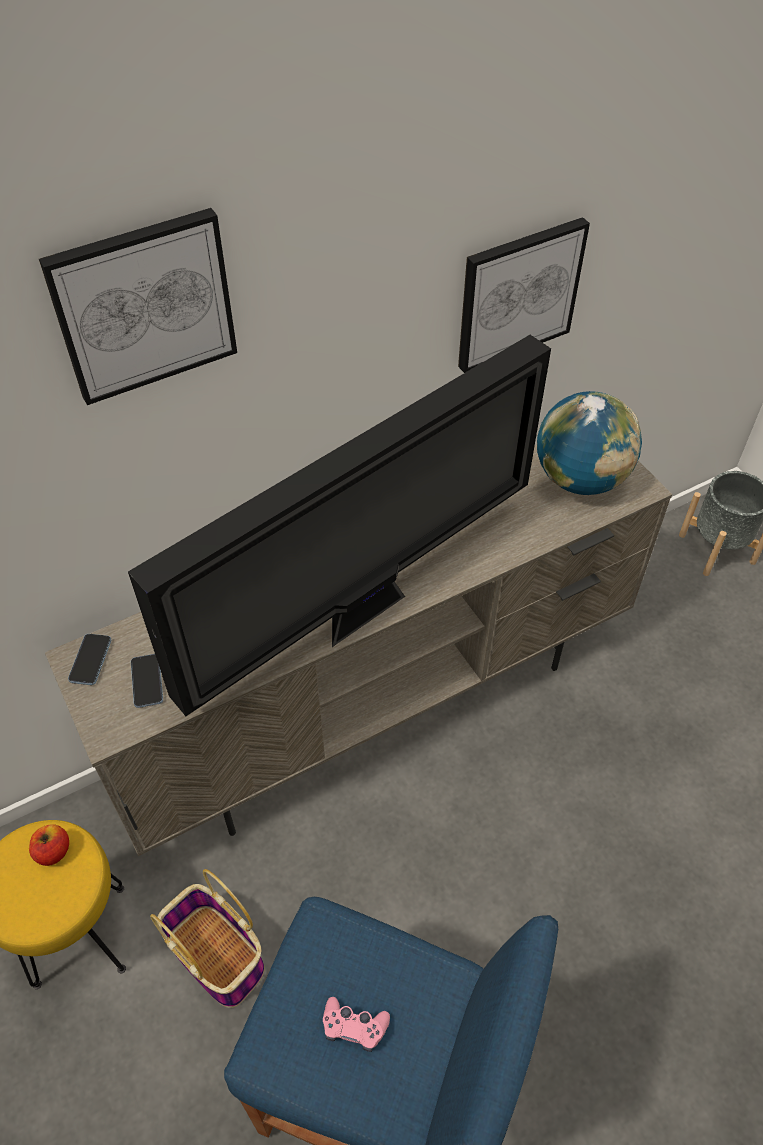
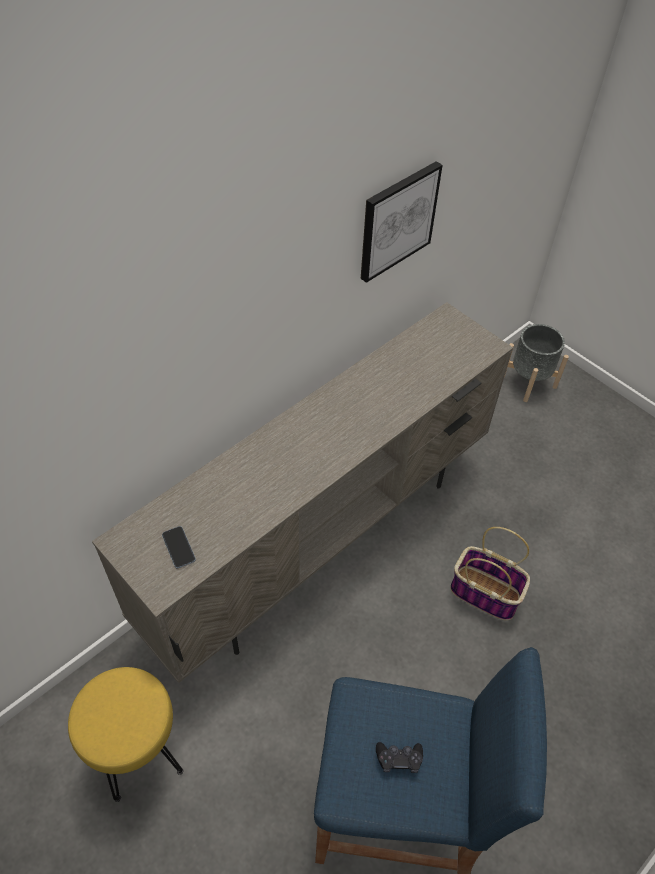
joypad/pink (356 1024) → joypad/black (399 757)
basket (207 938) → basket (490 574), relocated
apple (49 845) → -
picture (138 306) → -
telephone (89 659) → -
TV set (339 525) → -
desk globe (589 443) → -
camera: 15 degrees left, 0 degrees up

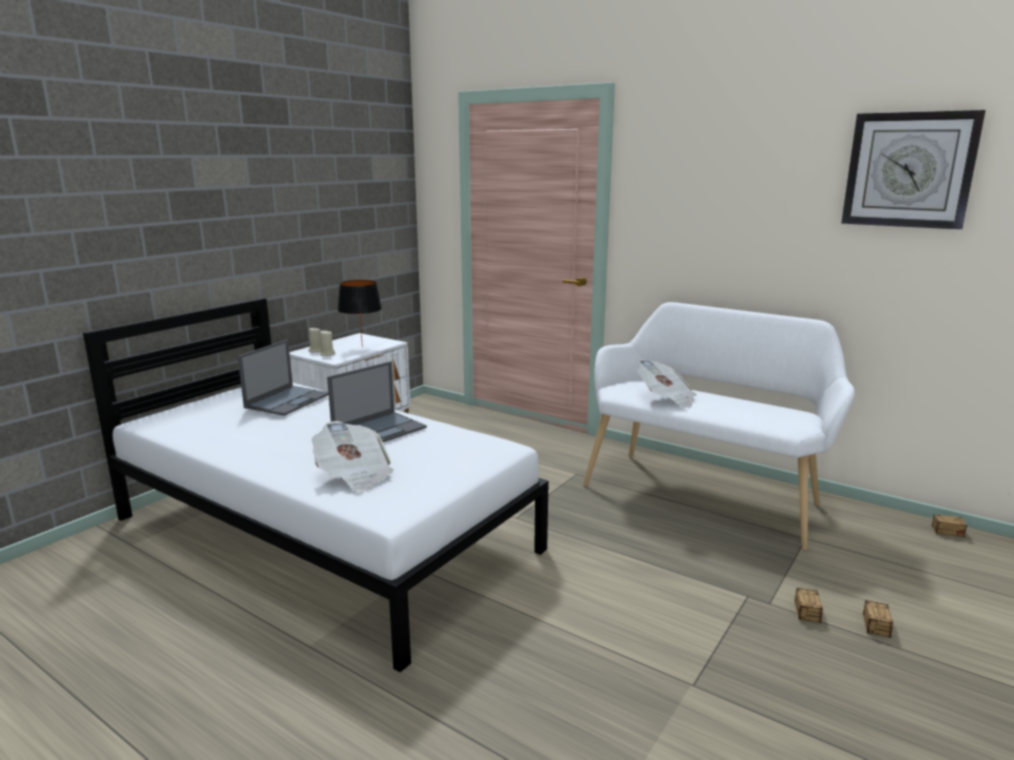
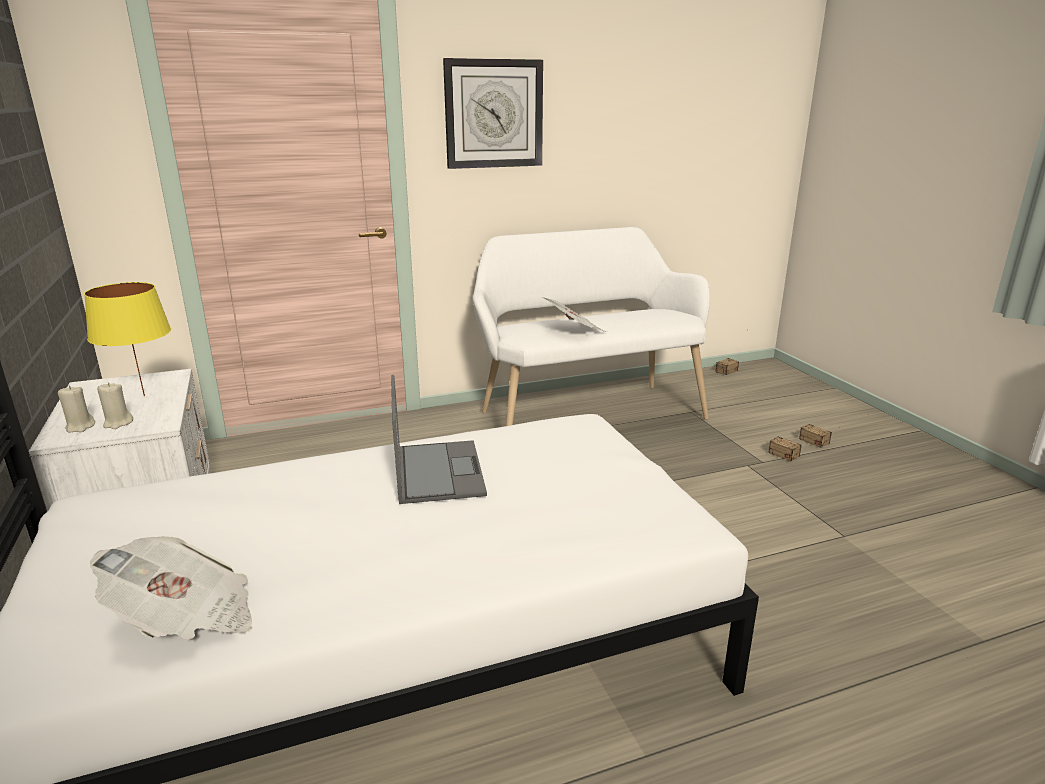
table lamp/black (360 313) → table lamp/yellowish (127 339)
daily paper (352 456) → daily paper (171 588), relocated
hanging clock (913 170) → hanging clock (493 113), relocated
portable computer (283 378) → -
camera: 55 degrees left, 5 degrees up

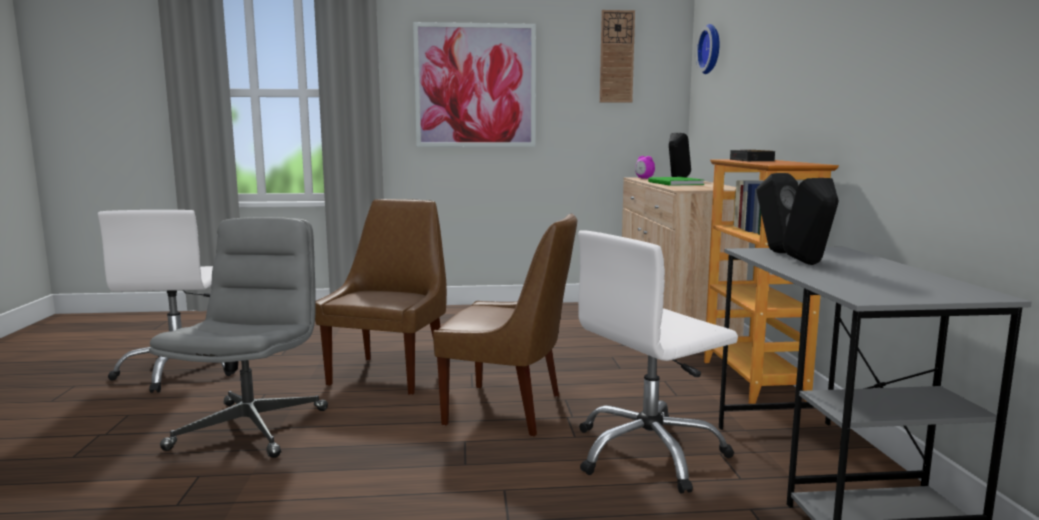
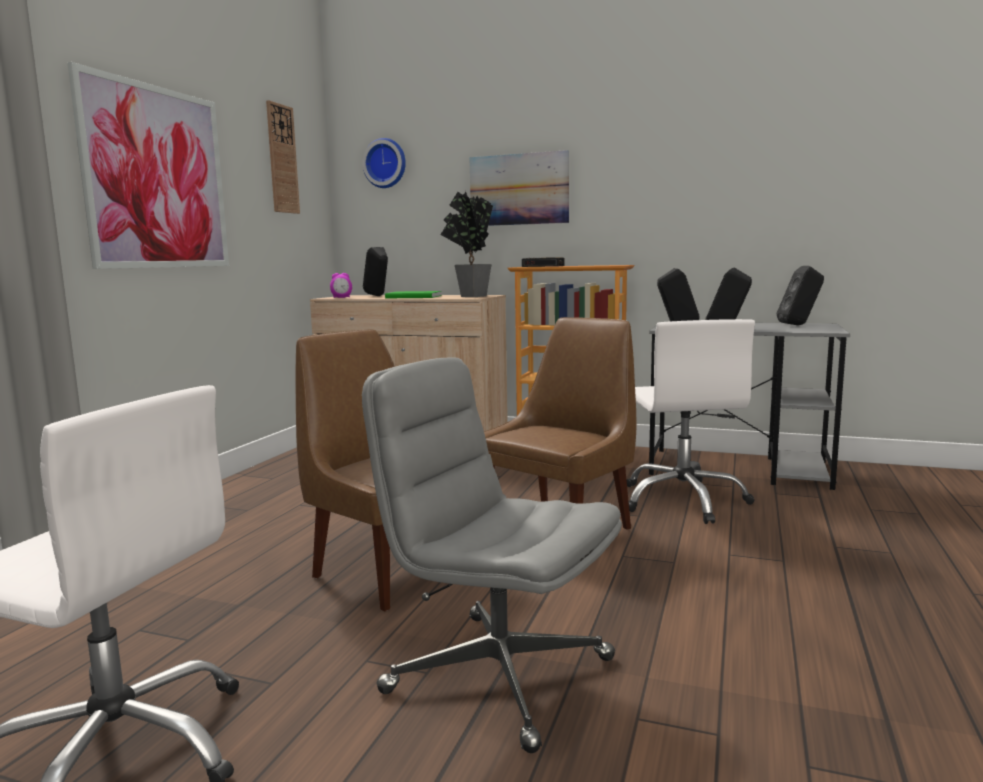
- → plant in a pot (466 244)
- → picture (519 188)
- → speaker/black (800 295)
camera: 65 degrees left, 0 degrees up

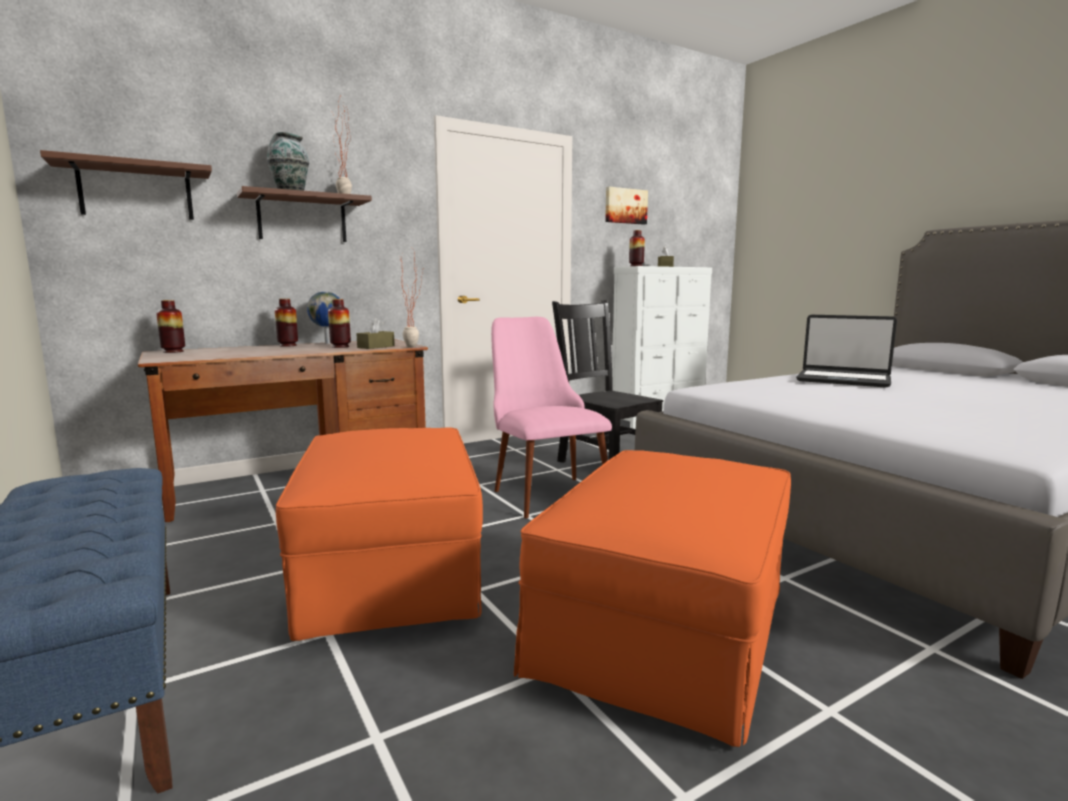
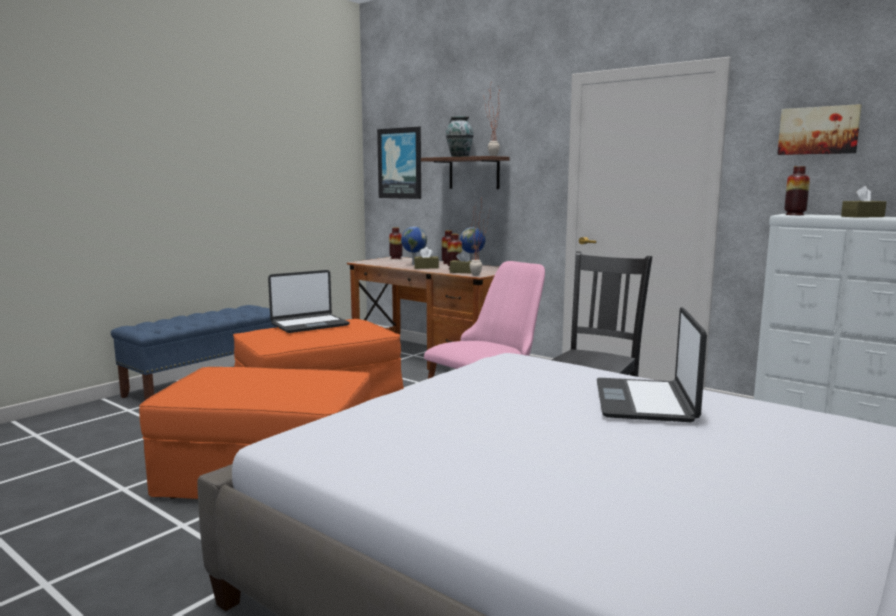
- → portable computer (309 301)
bracket shelf/brown (126 185) → picture (399 163)
- → desk globe (414 246)
- → box of tissues/brown (426 258)
camera: 70 degrees right, 0 degrees up

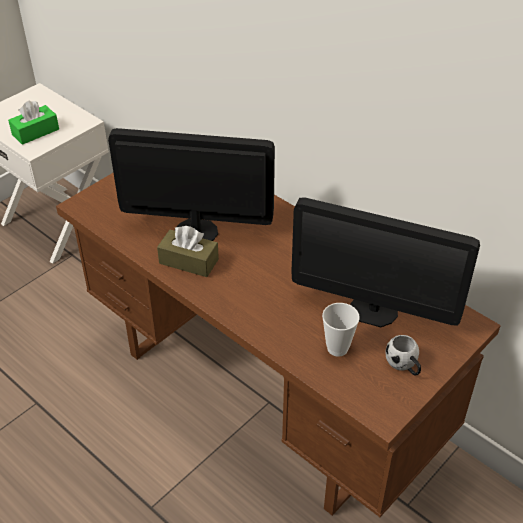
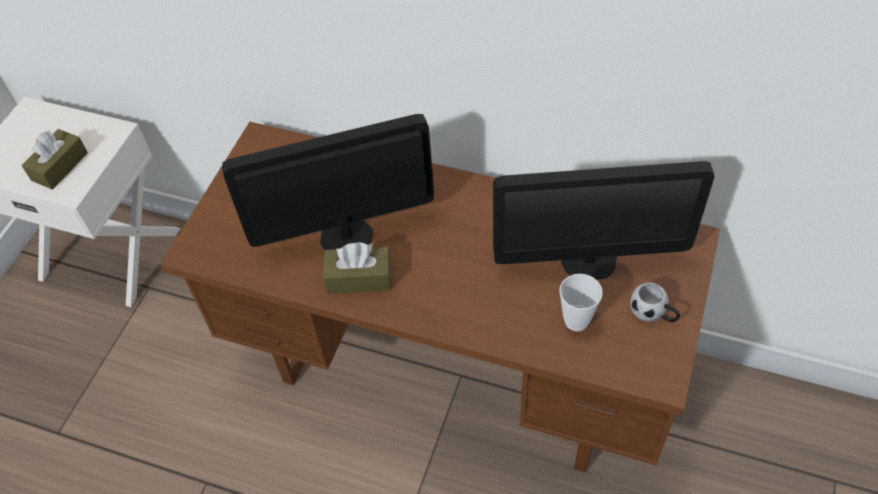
box of tissues/green (33 122) → box of tissues/brown (55 159)
camera: 20 degrees left, 10 degrees up

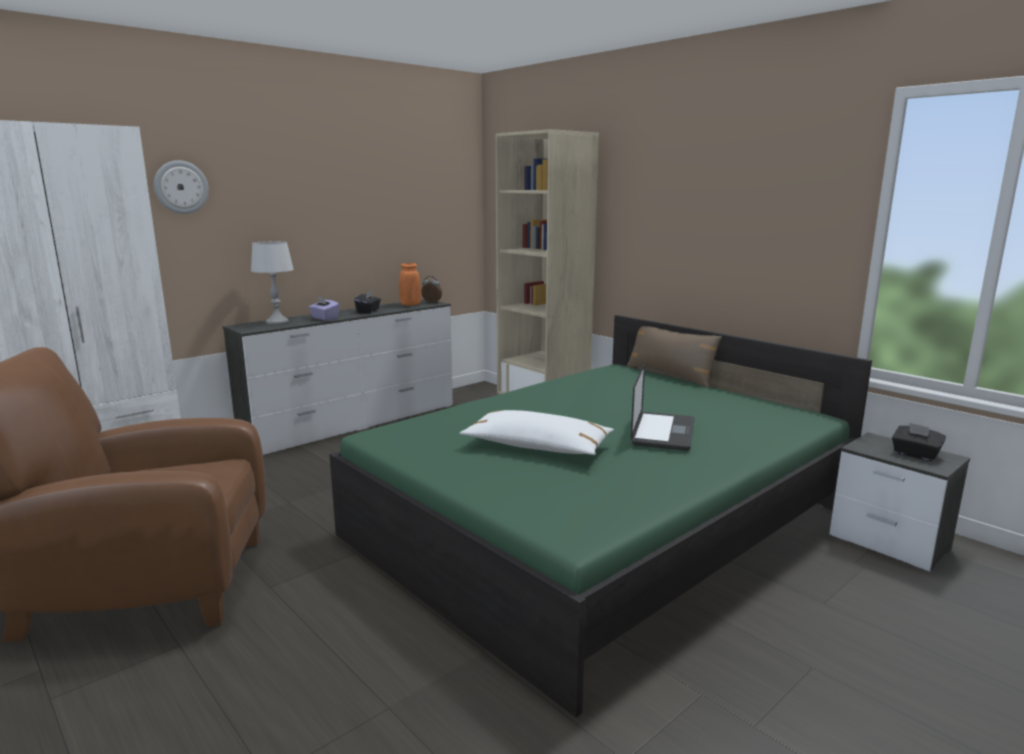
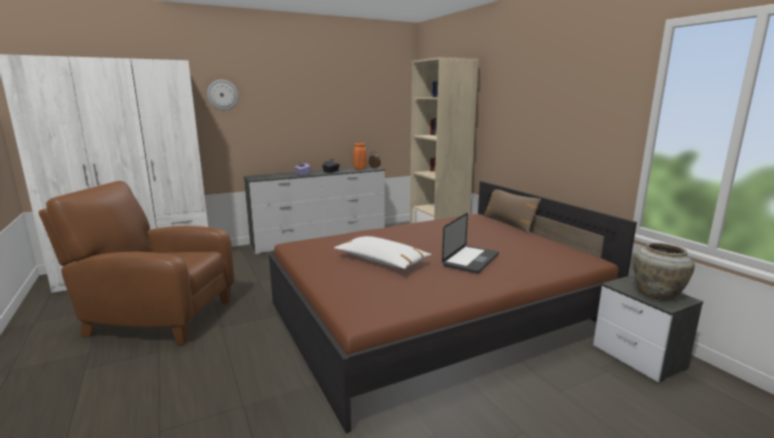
sleeping bed/green (600 516) → sleeping bed/brown (453 307)
box of tissues/black (919 441) → decorative vase/beige (664 271)
table lamp/grey (272 283) → -
camera: 15 degrees right, 0 degrees up

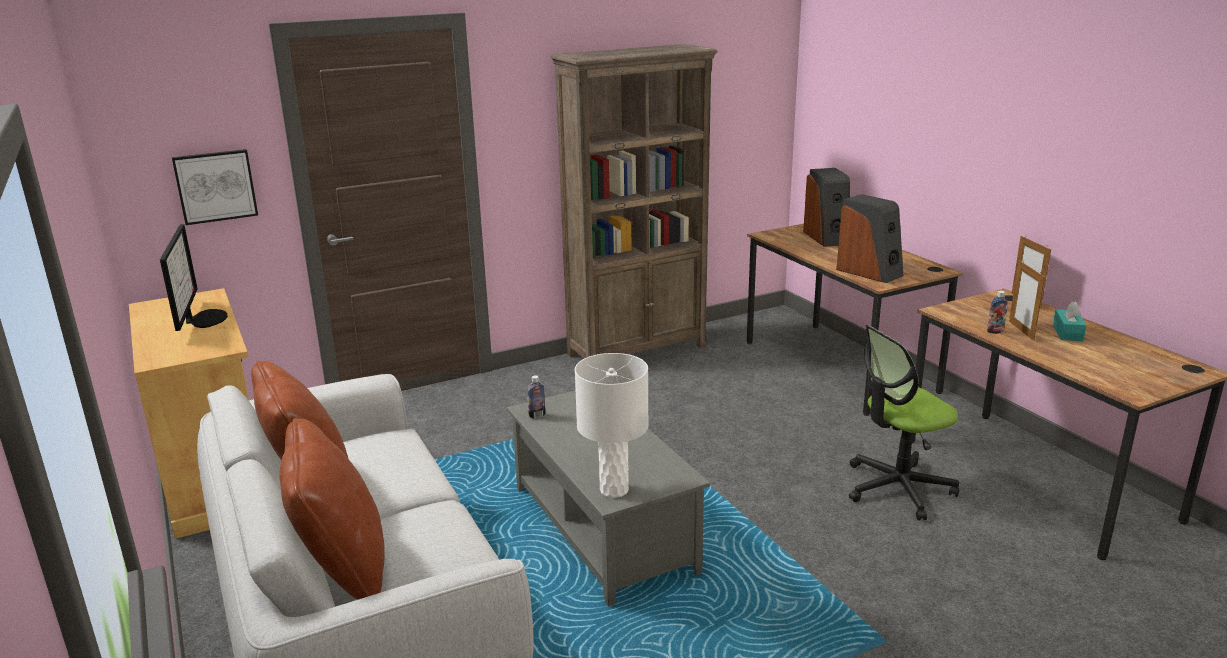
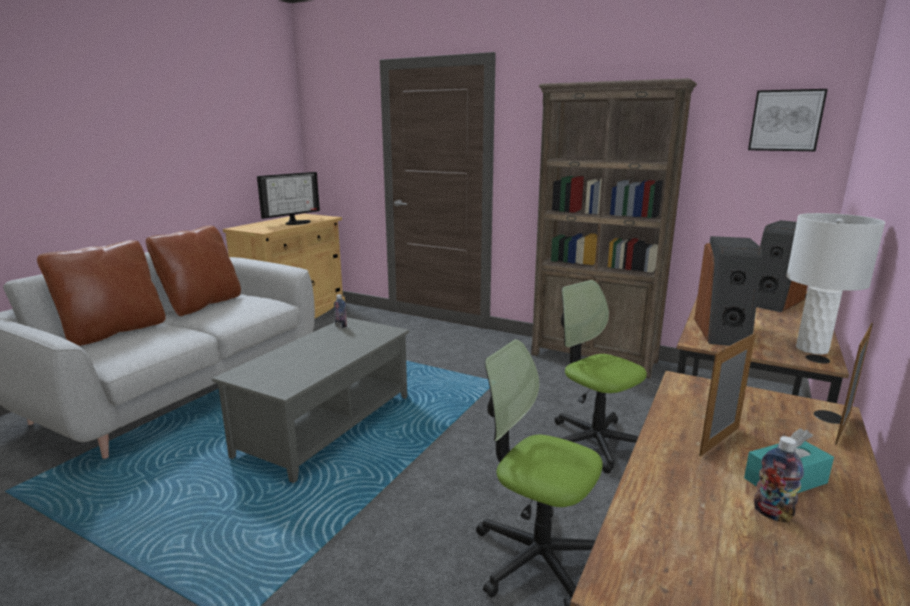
- → desk chair (600 376)
picture (215 187) → picture (788 120), relocated
bottle (997 312) → bottle (779 479), relocated
table lamp/white (612 425) → table lamp/white (835 284), relocated
camera: 55 degrees right, 5 degrees down

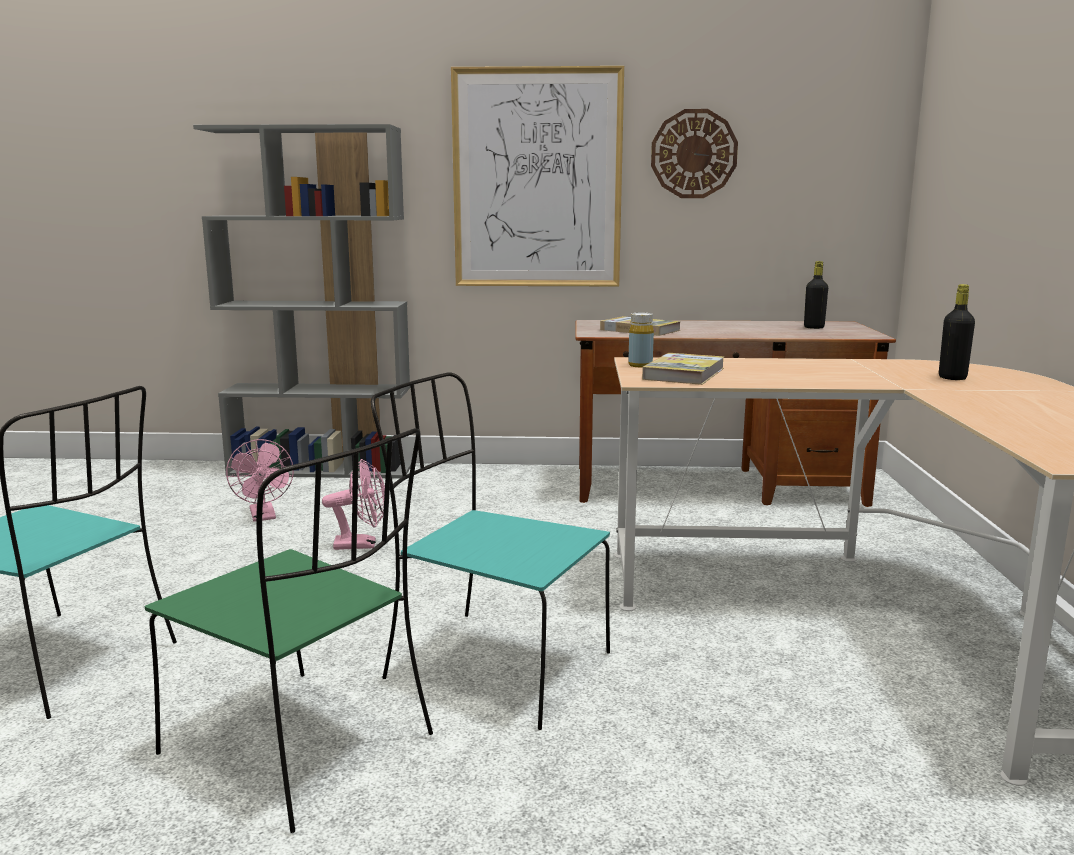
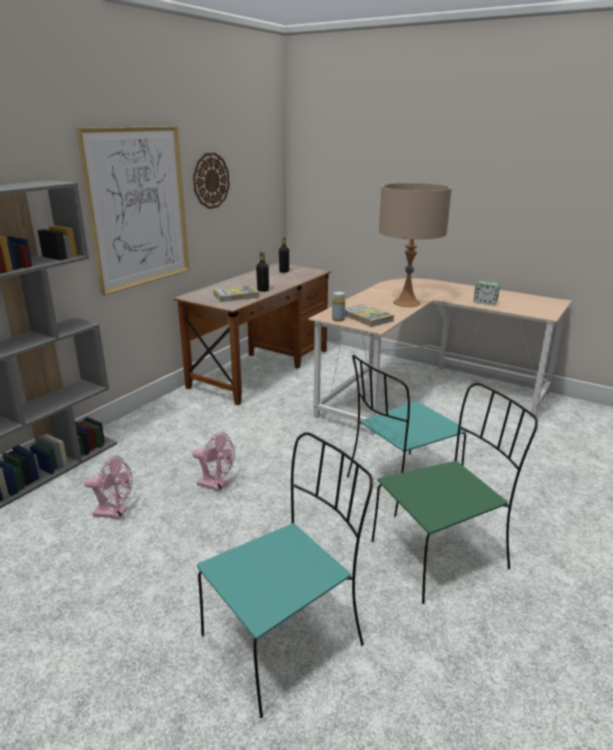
cooling fan/pink (353 504) → cooling fan/pink (213 462), 90 degrees clockwise
bottle/black (957 332) → bottle/black (262 272), relocated
- → table lamp/beige (415 245)
- → table clock (487 293)
camera: 60 degrees left, 10 degrees up

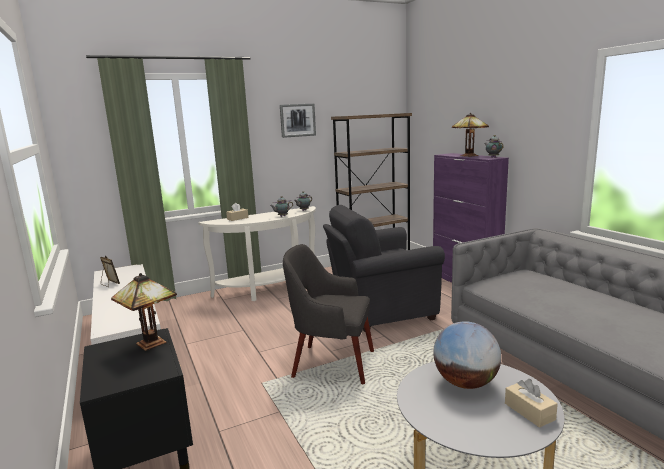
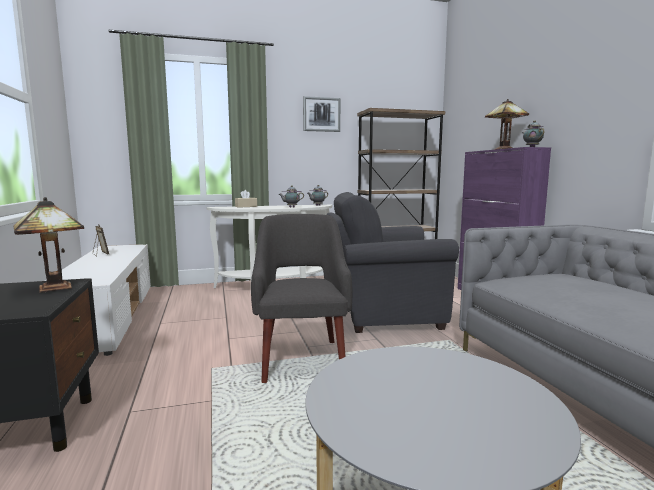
easy chair/grey (328 314) → easy chair/grey (302 298), 60 degrees clockwise
desk globe (467 355) → -
box of tissues/beige (531 403) → -
camera: 10 degrees right, 5 degrees down

